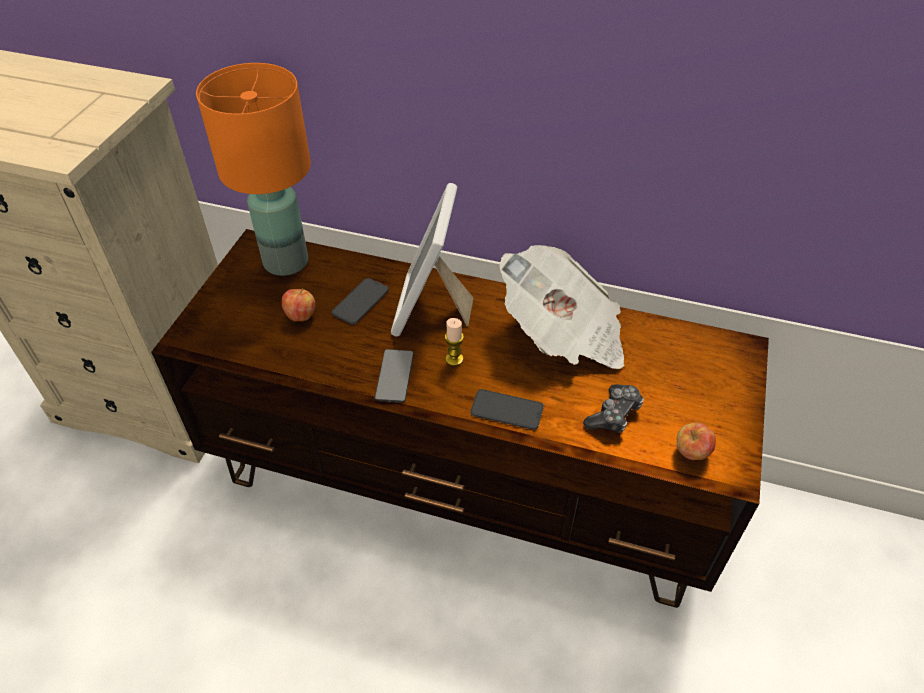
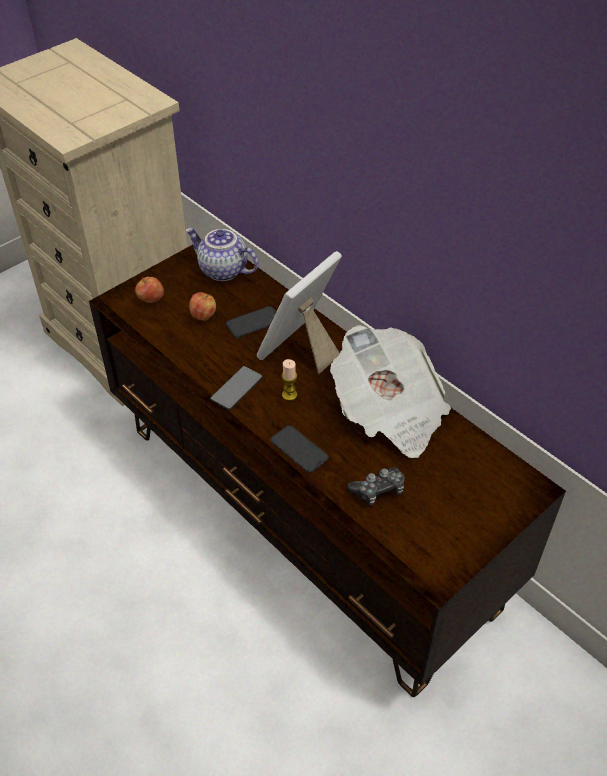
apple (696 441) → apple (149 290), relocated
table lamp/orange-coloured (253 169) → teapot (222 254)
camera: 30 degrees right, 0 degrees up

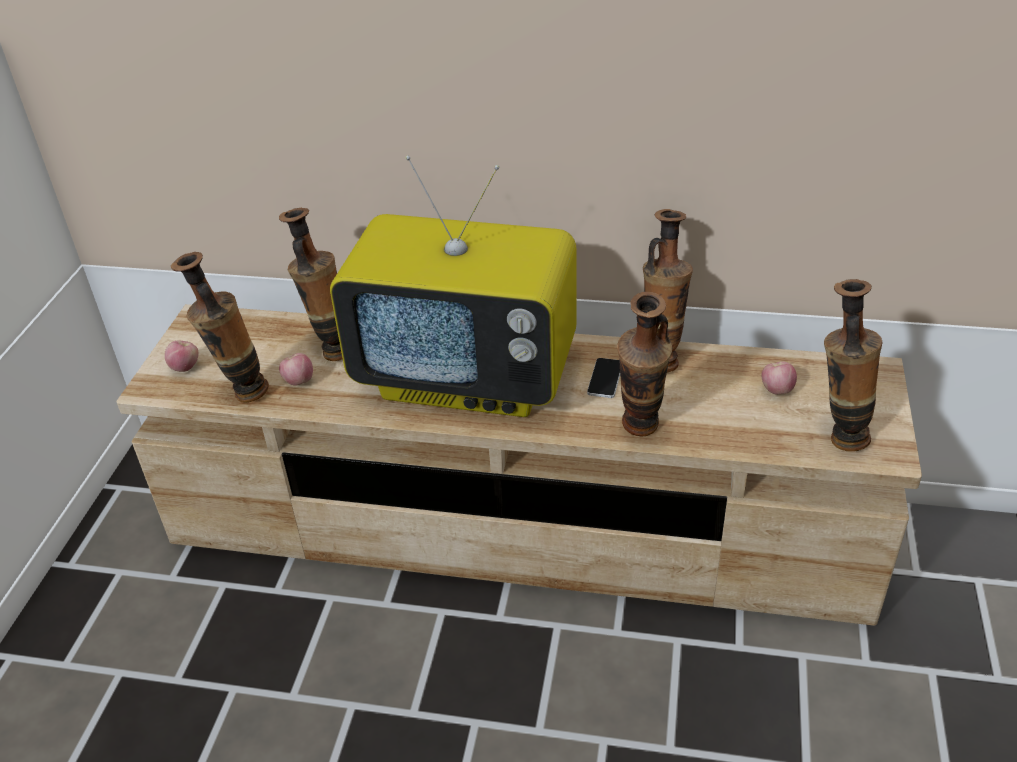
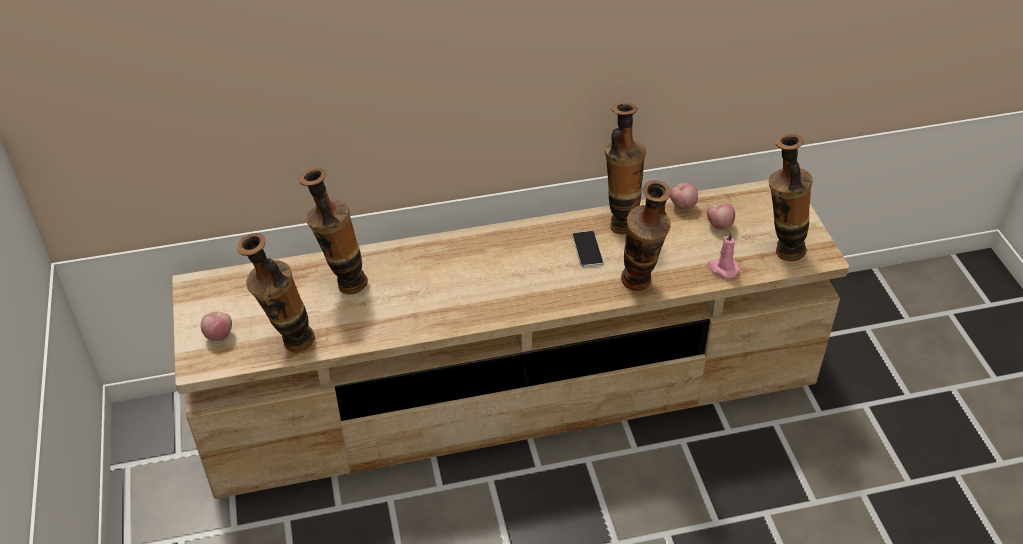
apple (296 369) → apple (684 196), relocated
- → wax candle/pink (724 254)
TV set (453 286) → -
camera: 25 degrees left, 5 degrees up

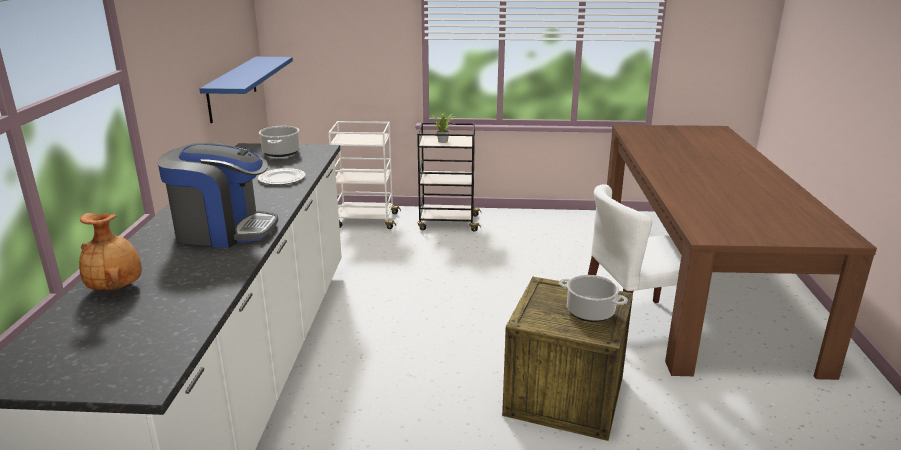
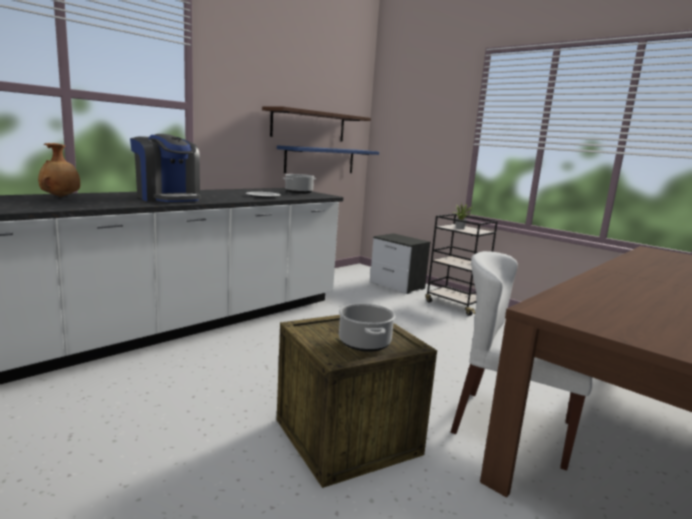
- → bracket shelf/brown (316 124)
cart/white (364 175) → nightstand (400 263)
camera: 40 degrees right, 10 degrees down

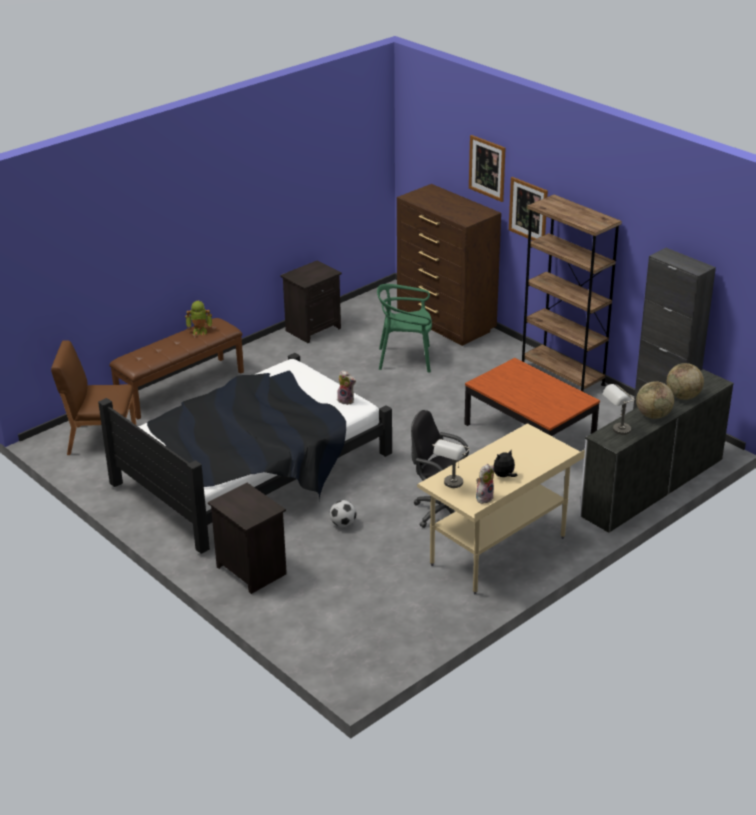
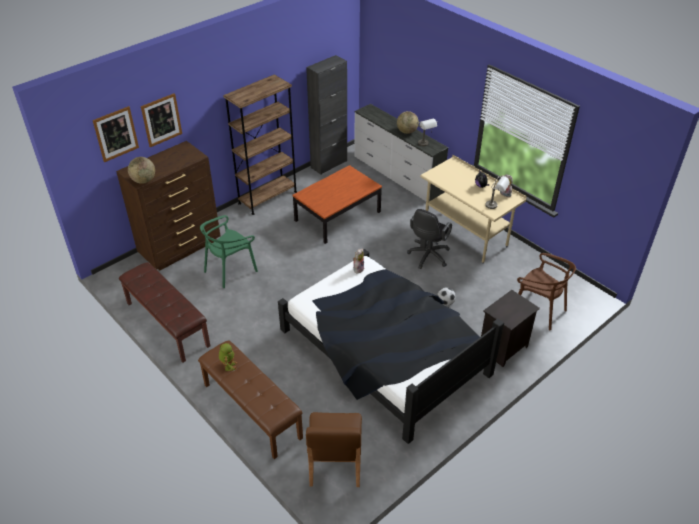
picture (528 208) → picture (116 134), relocated
nightstand/black (311 301) → long seat/brown (164 312)
desk globe (685 381) → desk globe (141 170), relocated
chair/green (404 328) → chair/green (229 251), 45 degrees clockwise
- → chair/brown (546 291)
camera: 90 degrees left, 10 degrees up

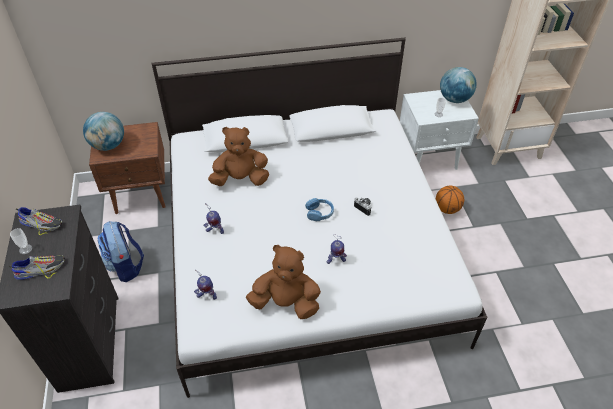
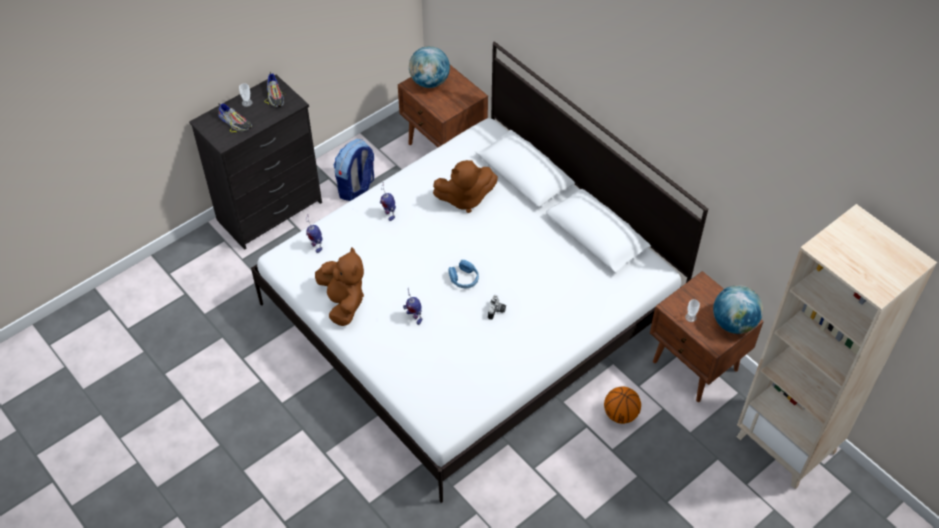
soft toy/brown (238 156) → soft toy/brown (465 186), 120 degrees clockwise
nightstand/white (439 130) → nightstand/brown (707 336)
camera: 60 degrees right, 5 degrees up

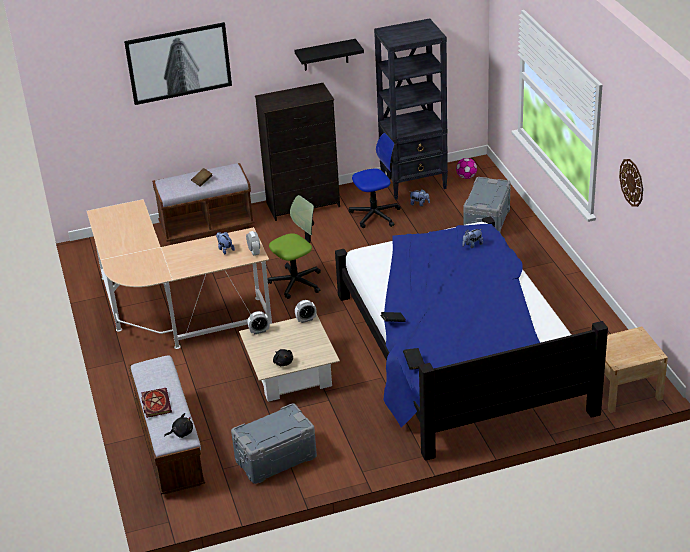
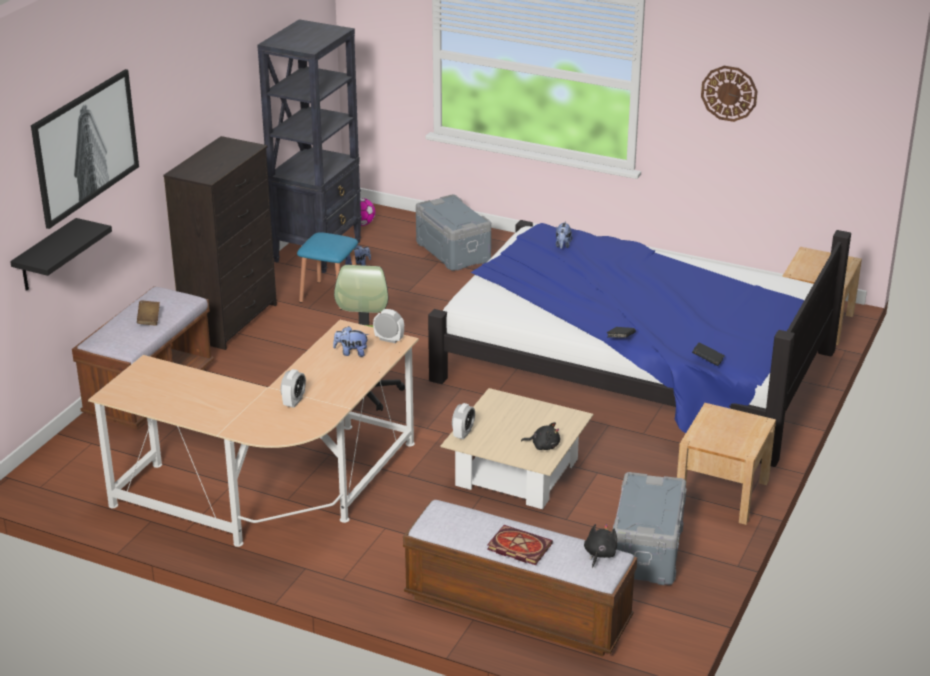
bracket shelf/black (329 55) → bracket shelf/black (61 254), relocated
table clock (305 311) → table clock (293 388), relocated
desk chair (375 180) → sitting stool/bluish (327 271)
- → nightstand/beige (726 464)
camera: 50 degrees left, 5 degrees down

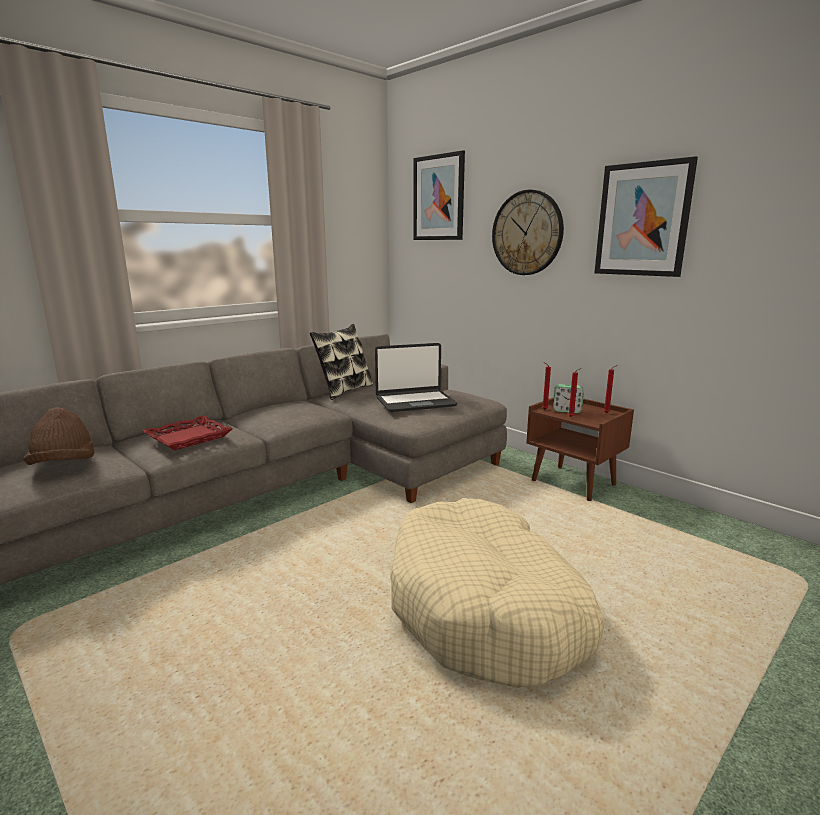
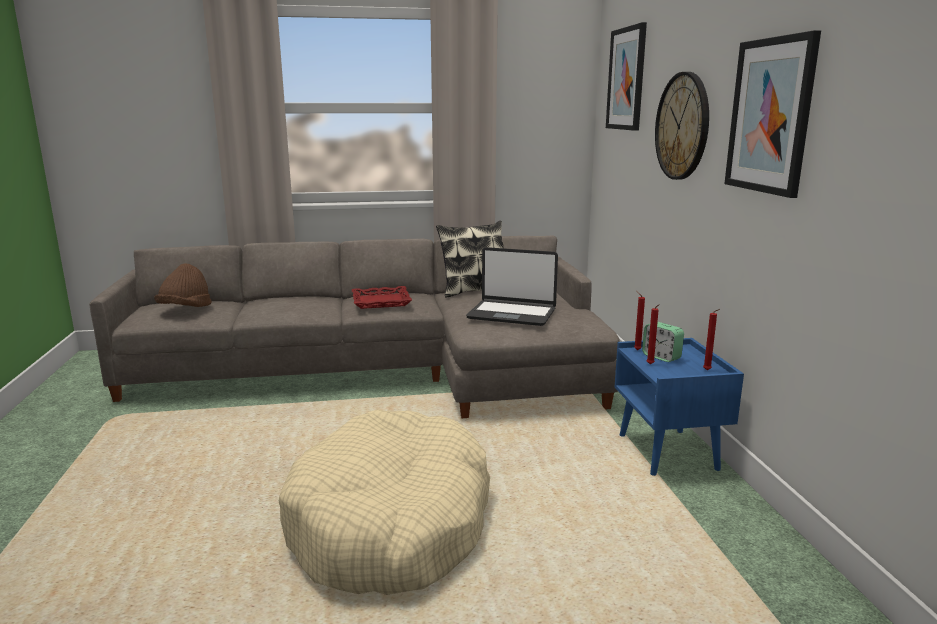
carrying tray/reddish (188 432) → carrying tray/reddish (382 297), relocated
nightstand/brown (580 449) → nightstand/bluish (679 407)
camera: 35 degrees right, 0 degrees up

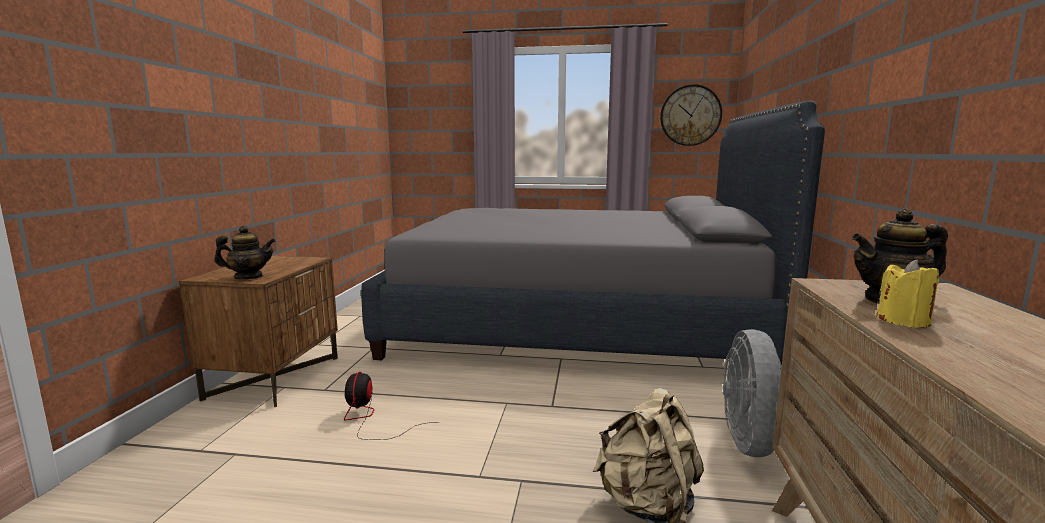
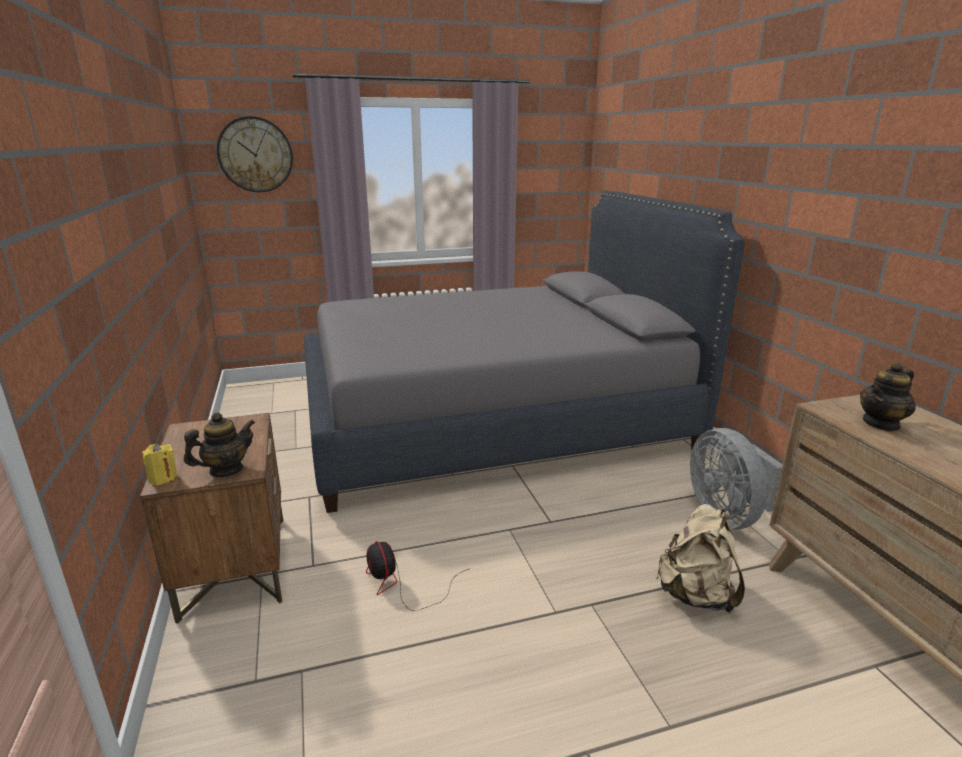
wax candle/yellowish (907 293) → wax candle/yellowish (159 464), relocated
hanging clock (691 115) → hanging clock (255 154), relocated
camera: 25 degrees left, 10 degrees up

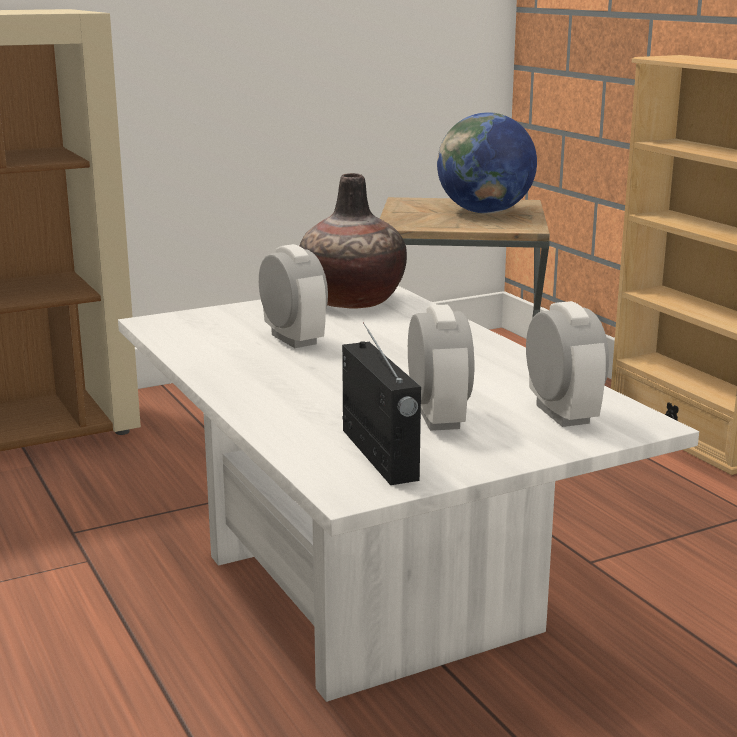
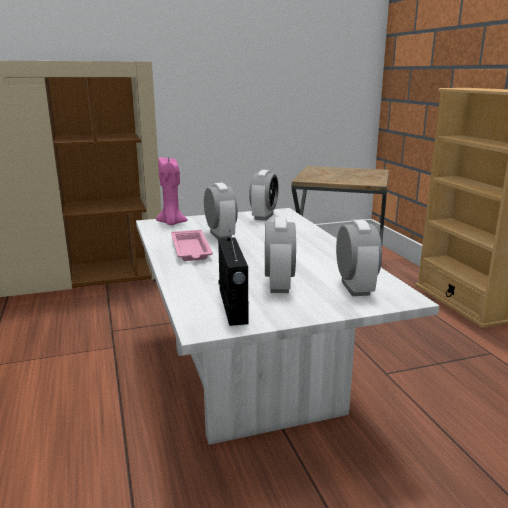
- → wax candle/pink (172 190)
- → carrying tray/pink (192 245)
decorative vase (353 241) → table clock (264 195)
desk globe (487 163) → -
camera: 10 degrees right, 0 degrees up

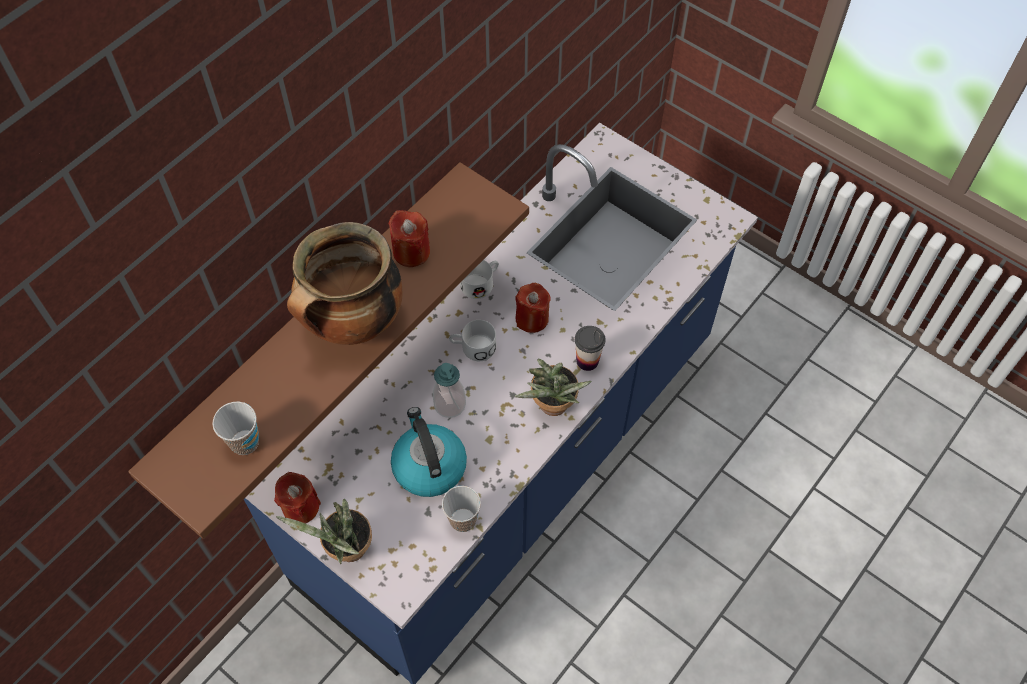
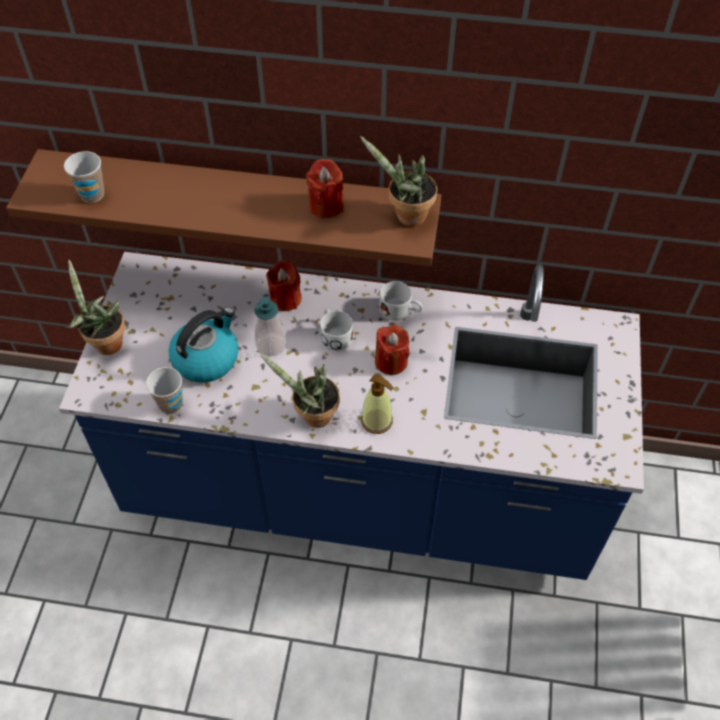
wax candle/reddish (297 498) → wax candle/reddish (283 285), relocated
- → plant in a pot (398 181)
small cup (590 348) → liquid soap bottle (377 403)
stockpot (344 283) → -
camera: 60 degrees right, 5 degrees down

